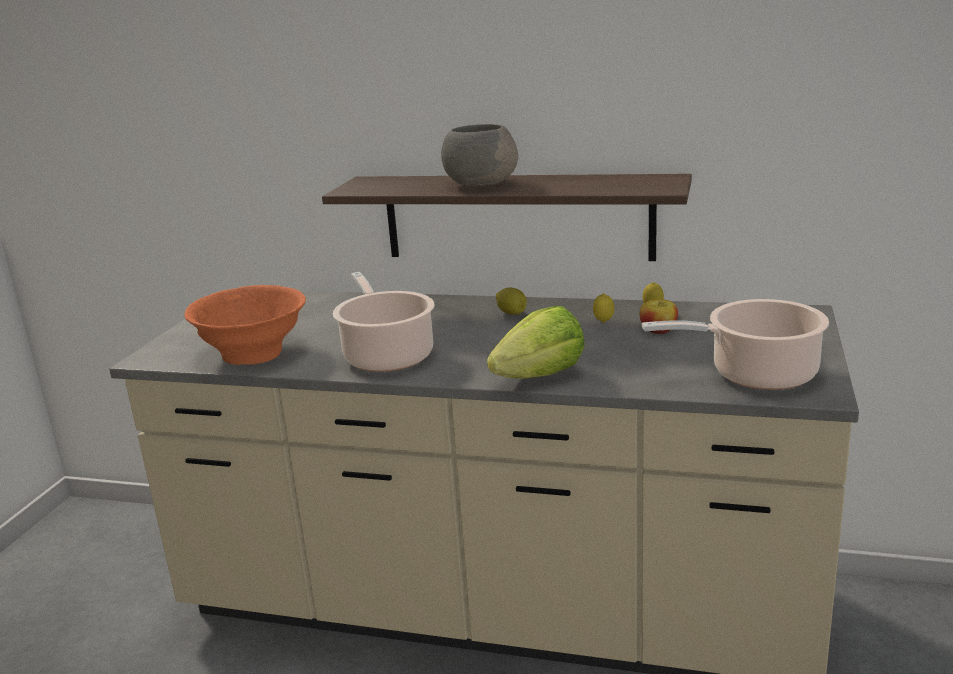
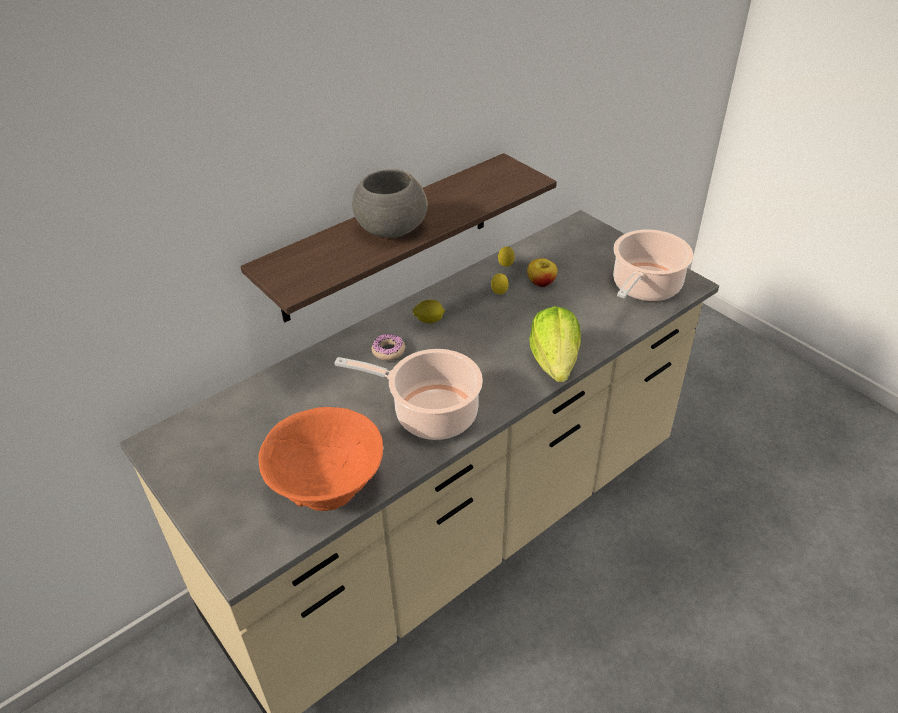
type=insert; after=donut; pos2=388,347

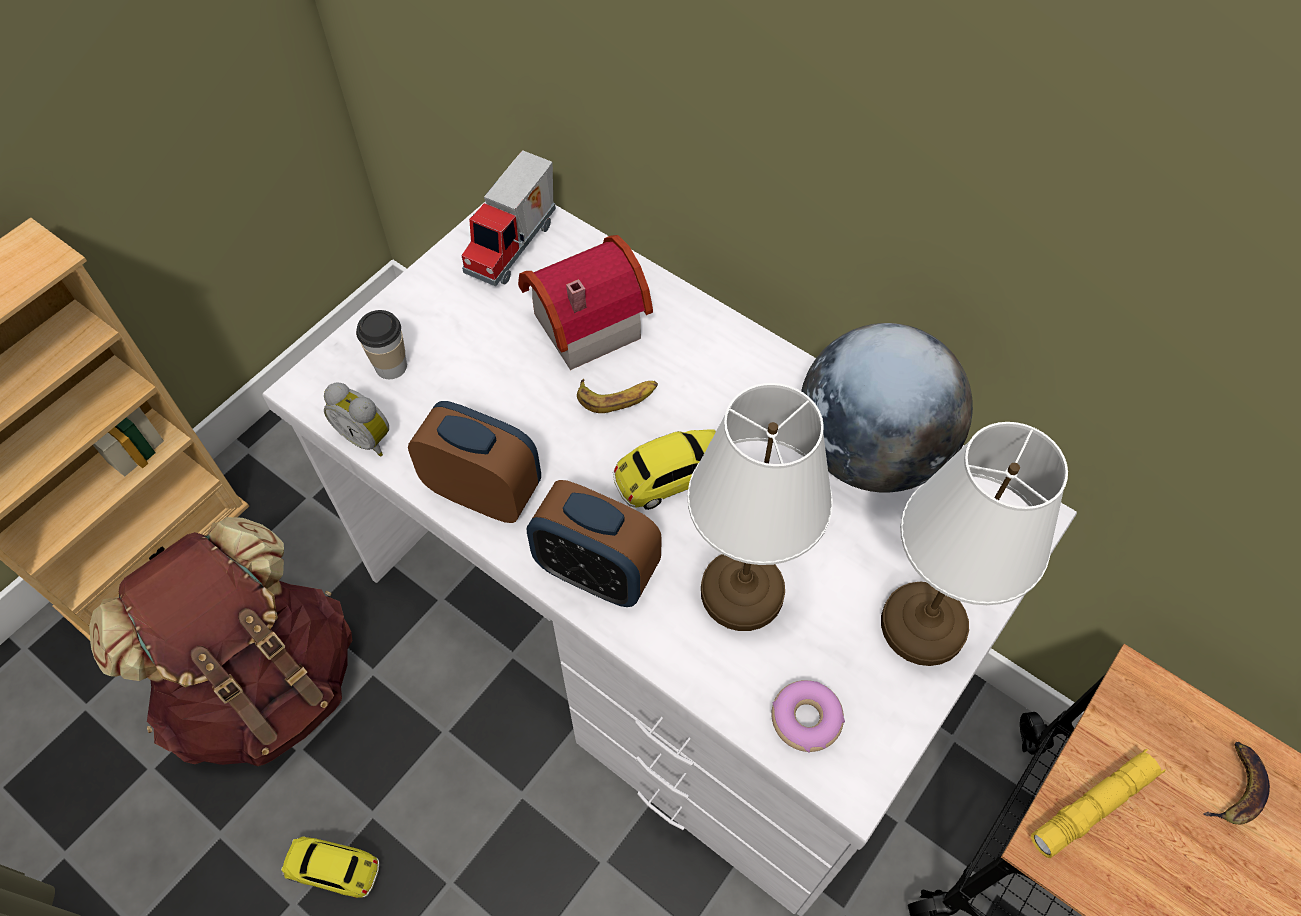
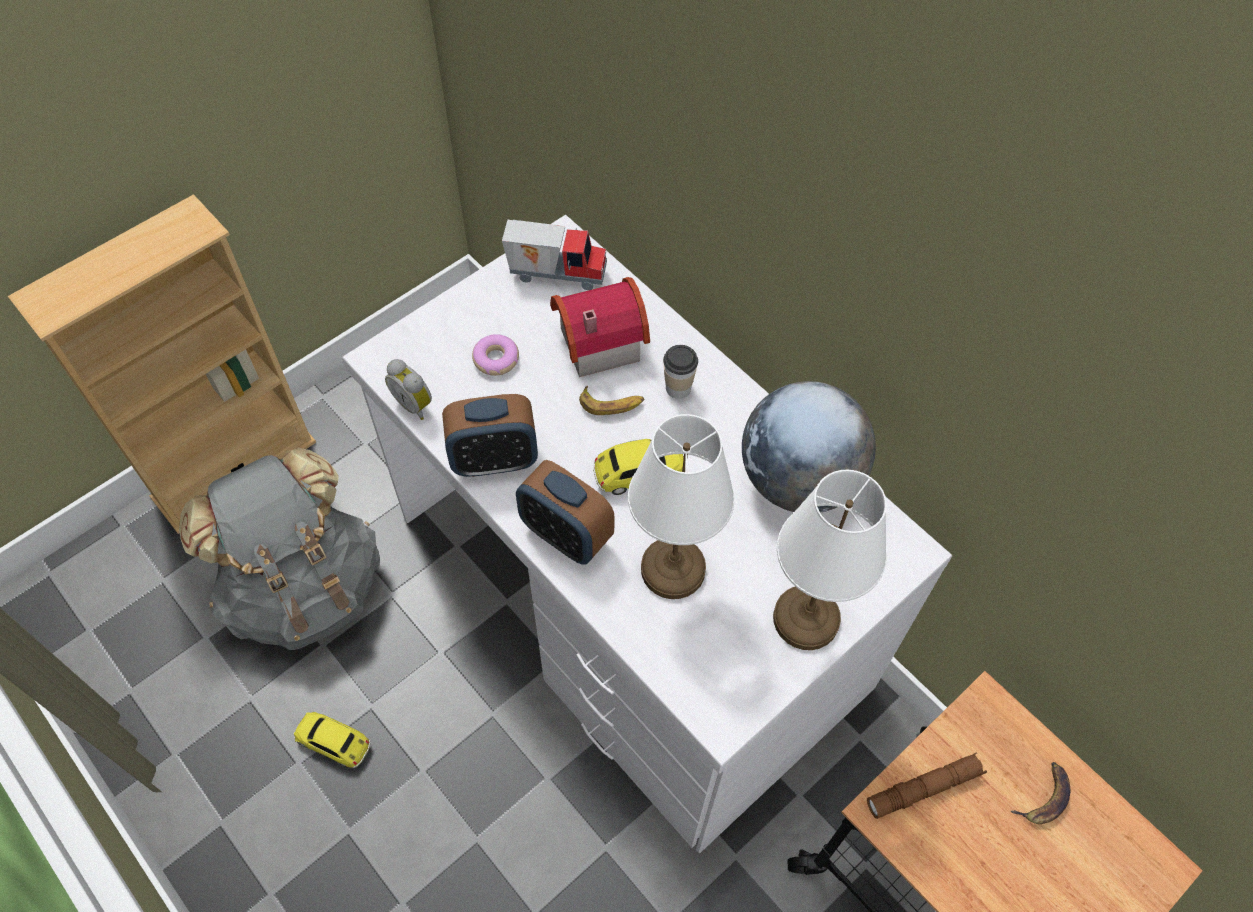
type=rotate; before=ciężarówka zabawkowa; pos1=508,218; pos2=554,255; turn=-120
type=move; before=filiżanka; pos1=381,344; pos2=680,372
type=rotate; before=budzik; pos1=474,462; pos2=490,435; turn=135
type=recolor; before=plecak (brązowy); after=plecak (szary); pos1=220,641; pos2=279,549
type=move; before=donut; pos1=808,716; pos2=495,355
type=recolor; before=latarka (żółty); after=latarka (brązowy); pos1=1098,803; pos2=927,786

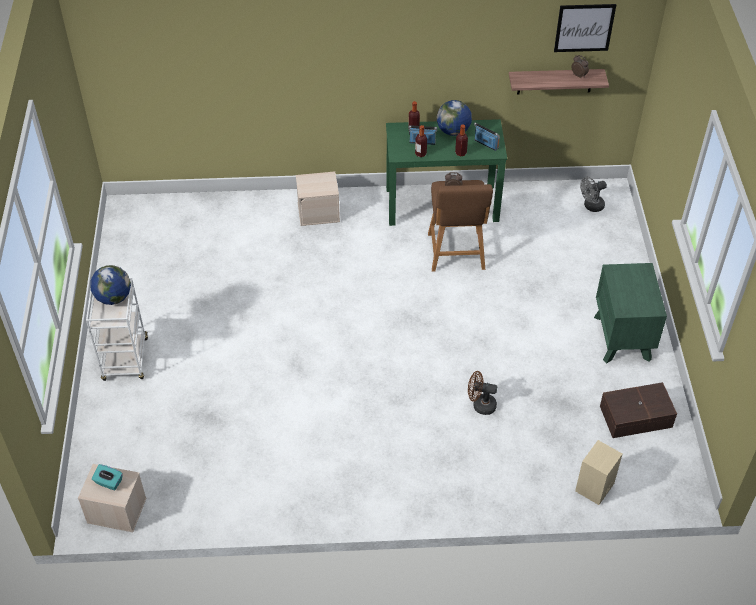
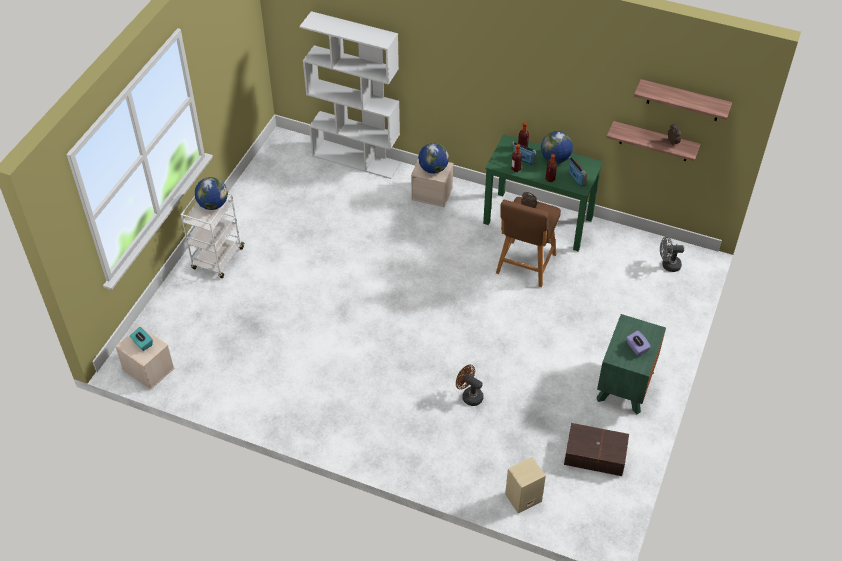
type=replace; before=obraz; after=półka; pos1=585,28; pos2=683,100
type=insert; after=regał (biały); pos2=350,95
type=insert; after=globus; pos2=433,158
type=insert; after=pudełko chusteczek (fioletowy); pos2=638,343

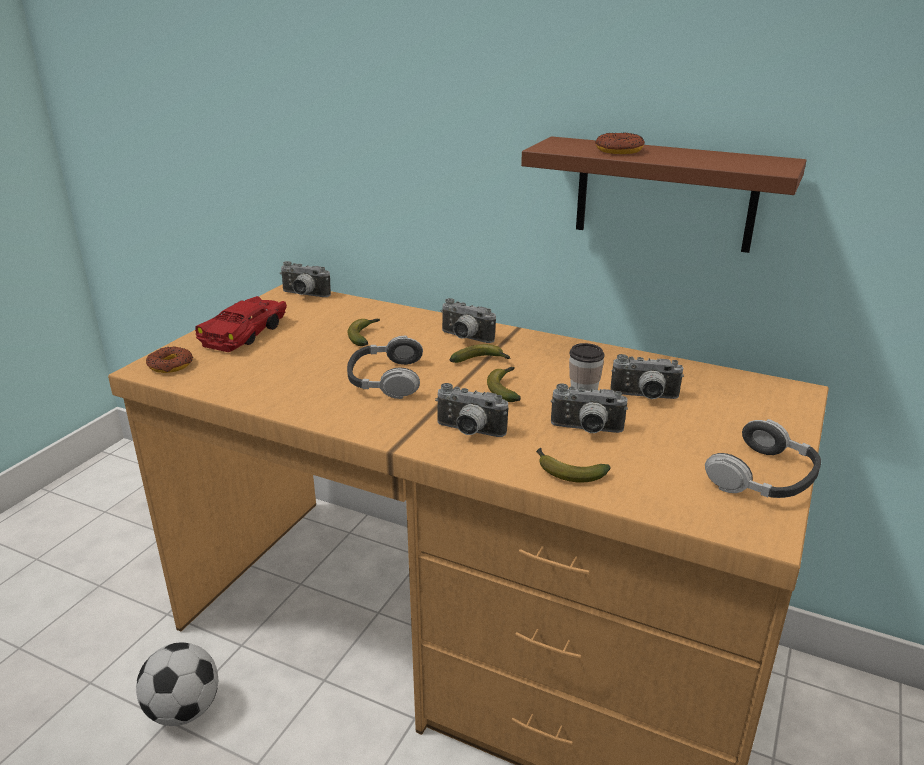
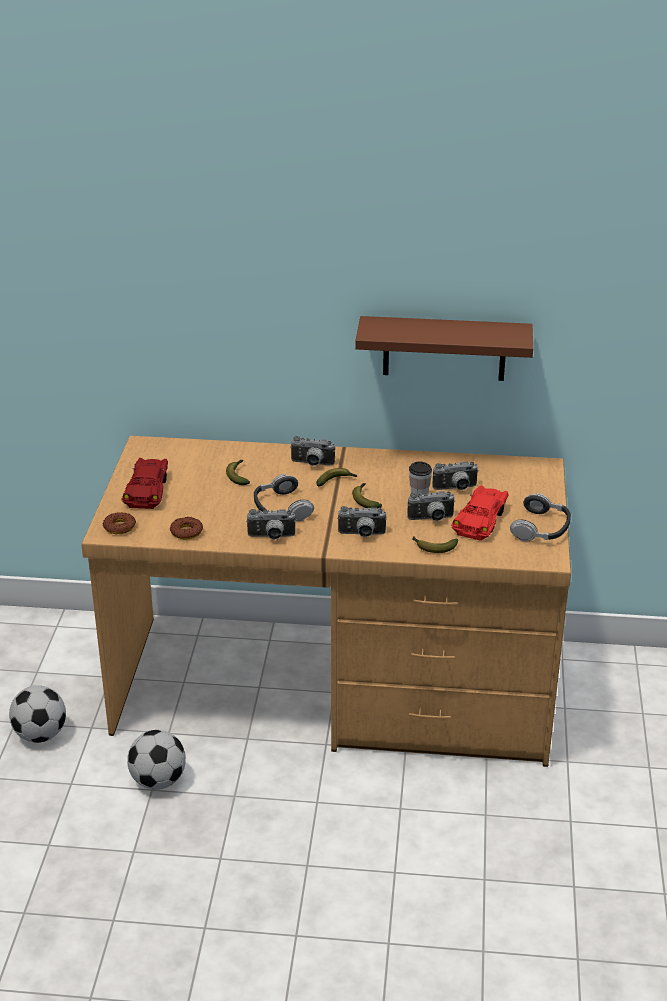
type=move; before=donut; pos1=620,143; pos2=186,528
type=move; before=aparat fotograficzny; pos1=305,279; pos2=271,524
type=insert; after=samochodzik (czerwony); pos2=480,513
type=insert; after=piłka futbolowa; pos2=37,714

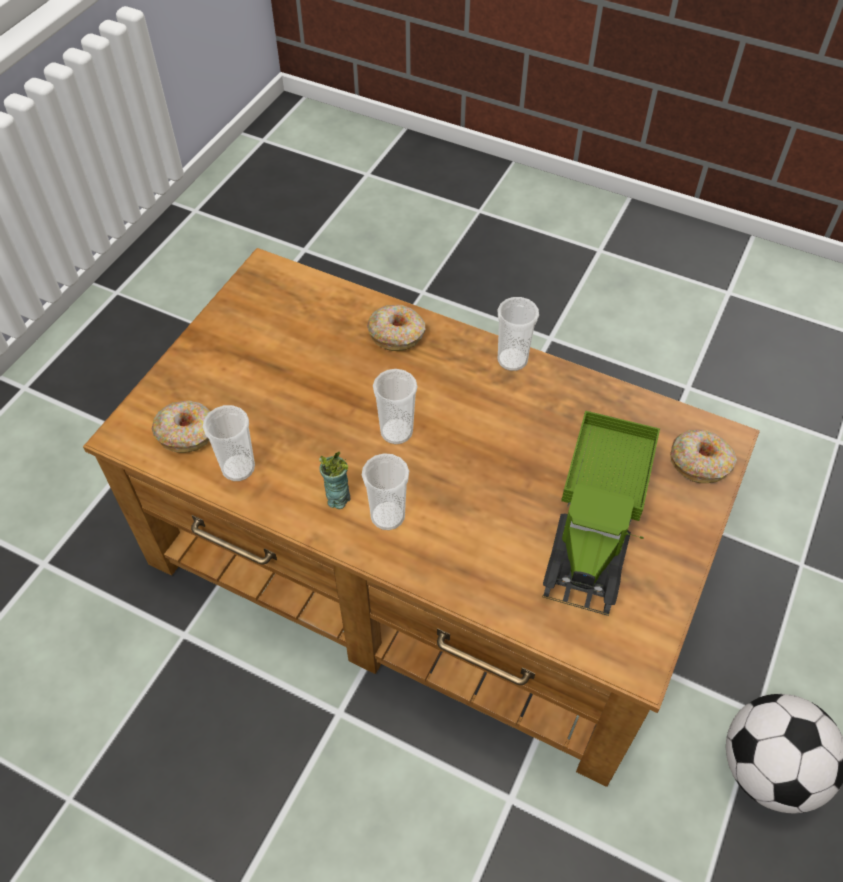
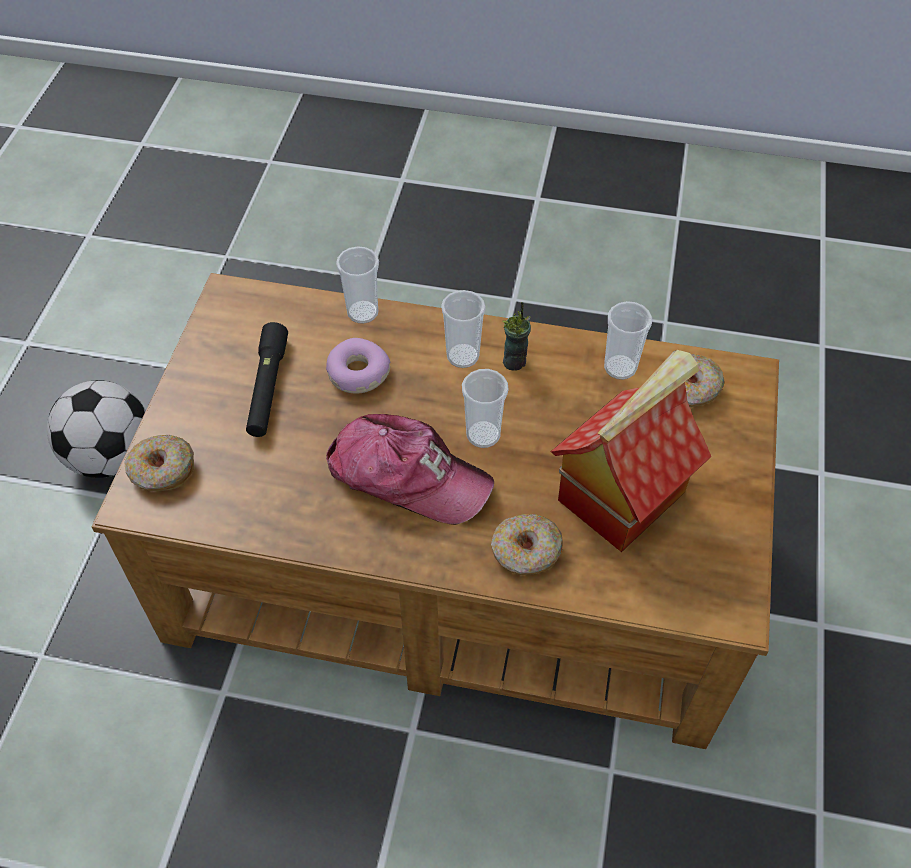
type=move; before=filiżanka; pos1=518,334; pos2=357,285
type=replace; before=ciężarówka zabawkowa; after=latarka (czarny); pos1=601,513; pos2=267,379
type=insert; after=donut; pos2=358,366
type=insert; after=domek; pos2=631,451
type=insert; after=czapka z daszkiem; pos2=410,469

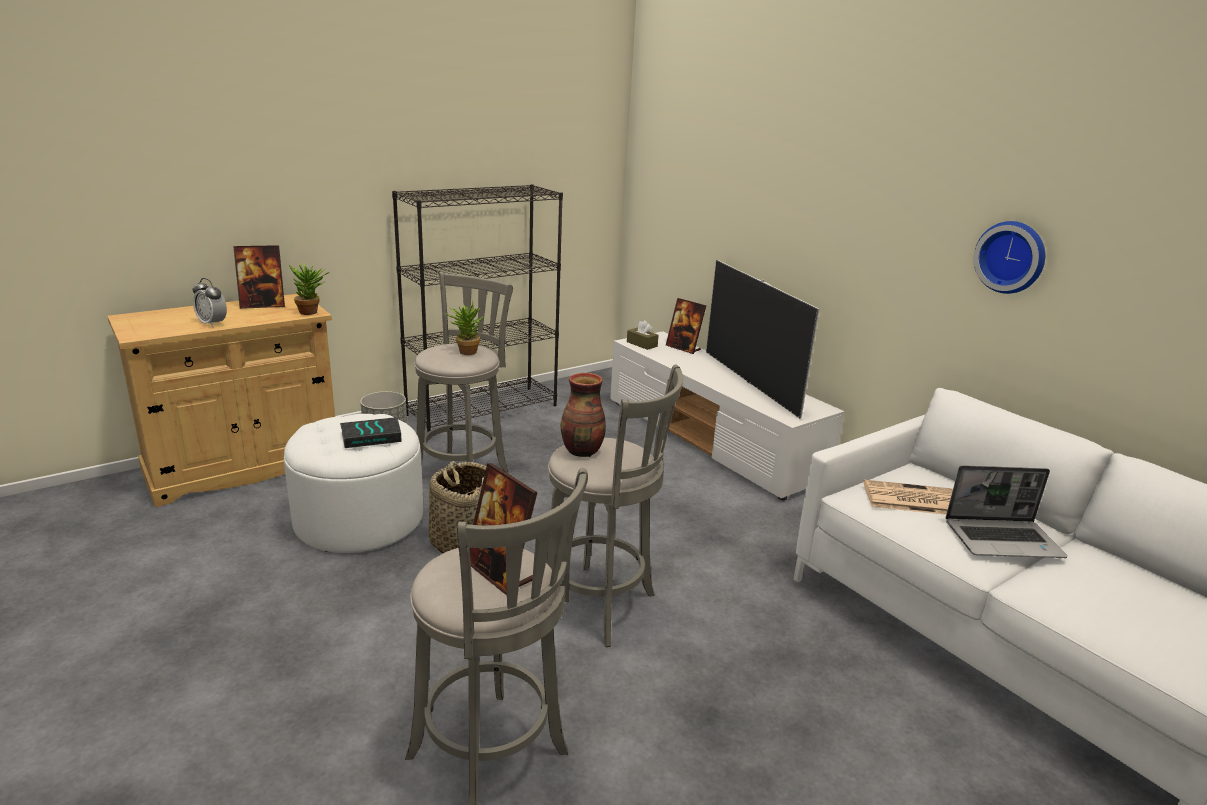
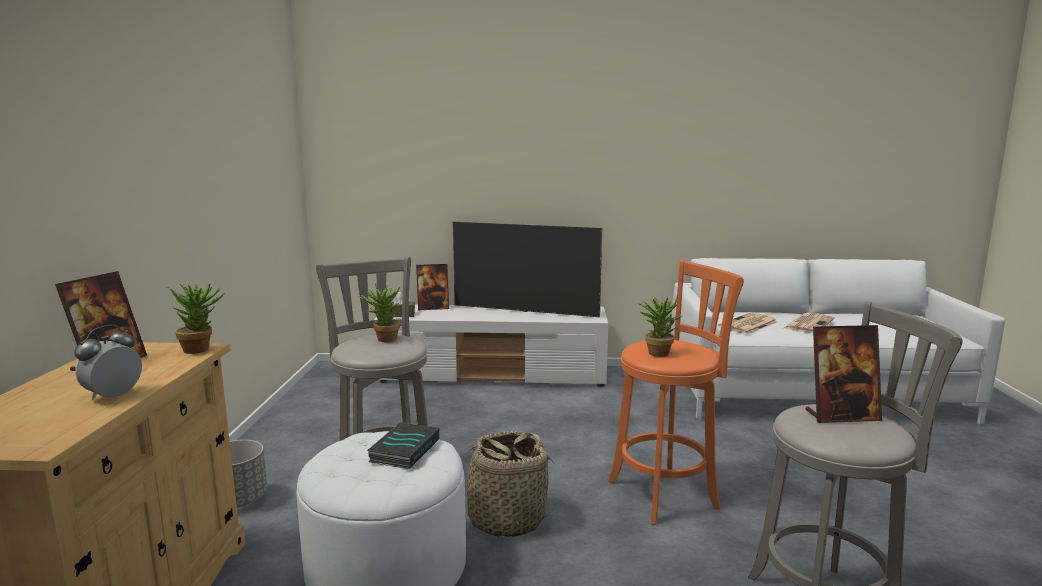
type=delete; before=regał (czarny); pos1=477,308
type=delete; before=zegar ścienny; pos1=1009,257
type=rotate; before=budzik; pos1=210,302; pos2=108,362; turn=135
type=recolor; before=stołek (szary); after=stołek (pomarańczowy); pos1=614,505; pos2=676,392
type=replace; before=wazon; after=roślina doniczkowa; pos1=583,415; pos2=660,325
type=replace; before=laptop; after=gazeta; pos1=1007,511; pos2=809,323

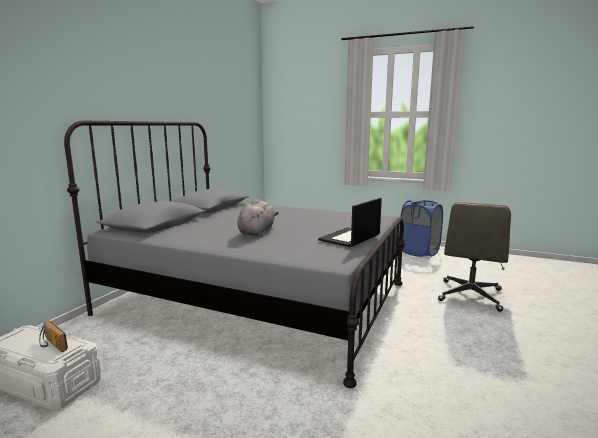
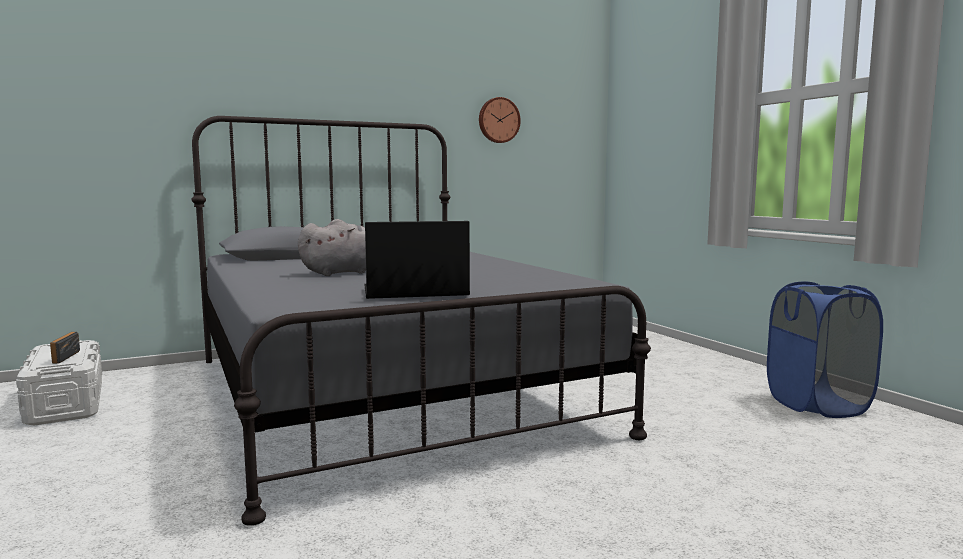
type=delete; before=krzesło biurowe (szary); pos1=474,257
type=insert; after=zegar ścienny; pos2=500,120

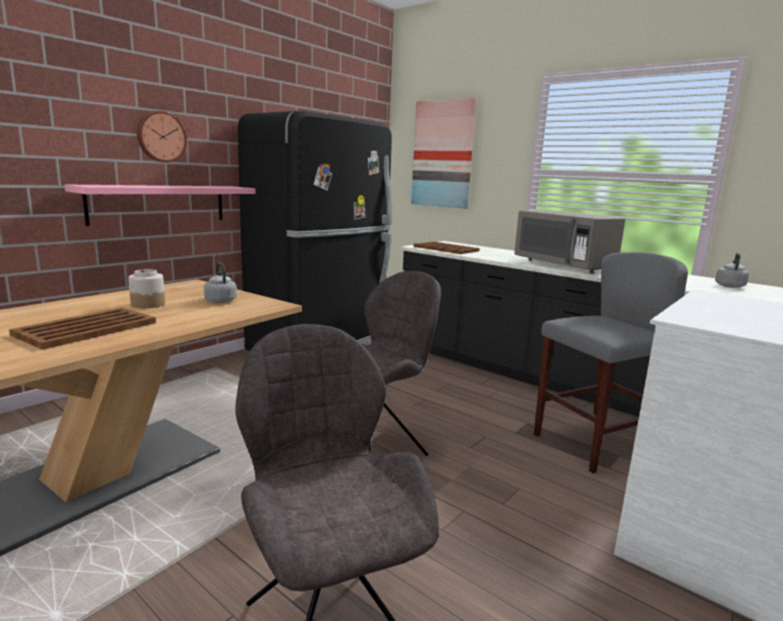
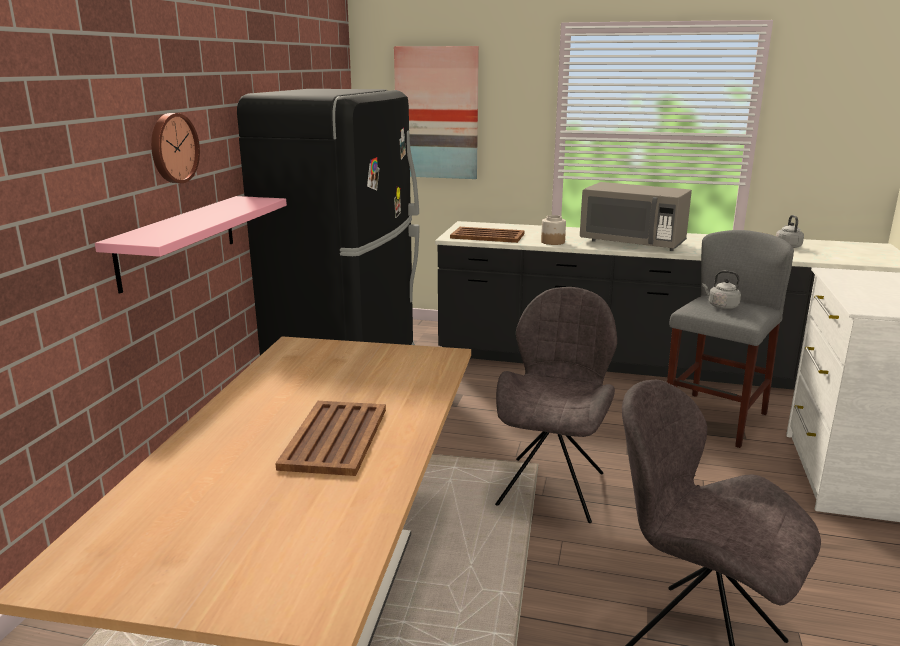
type=move; before=czajnik (szary); pos1=220,282; pos2=721,290
type=move; before=słoik; pos1=146,288; pos2=553,230

